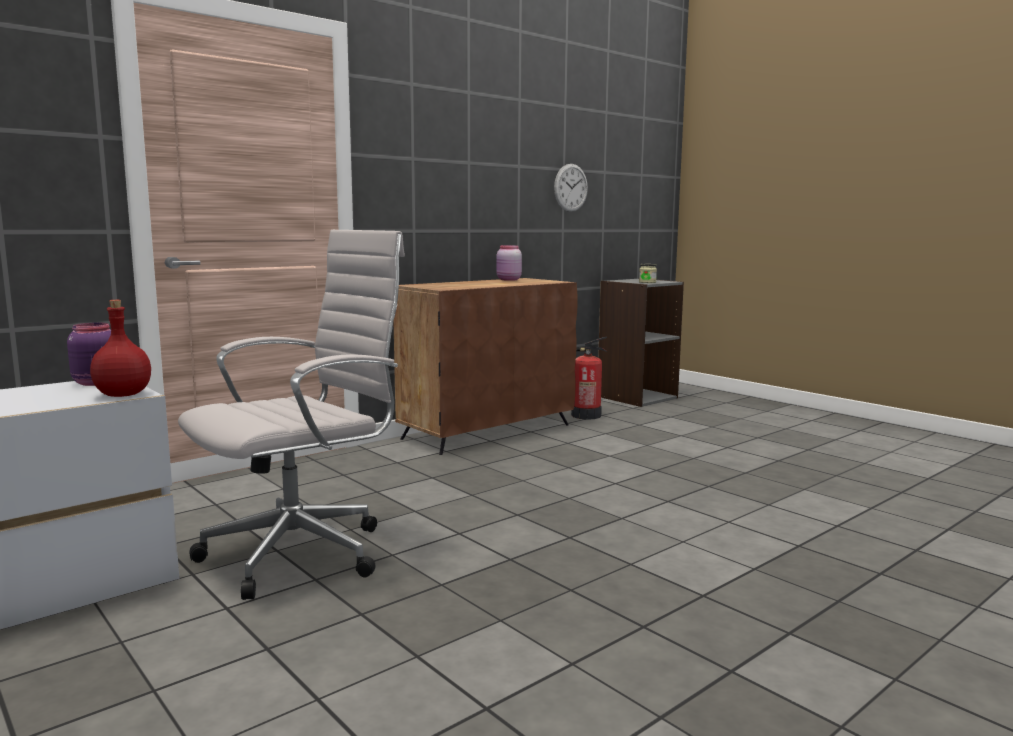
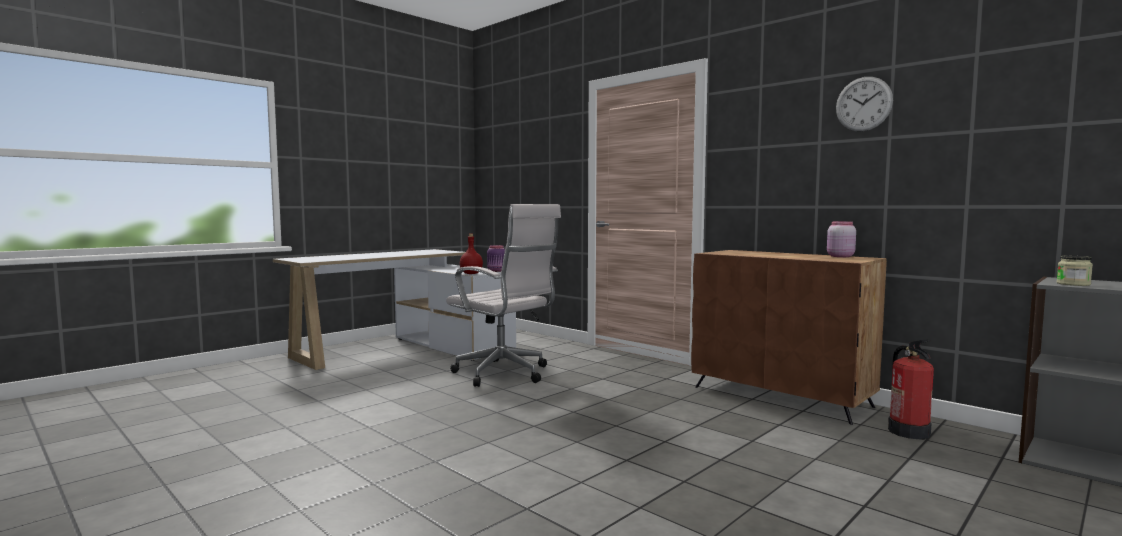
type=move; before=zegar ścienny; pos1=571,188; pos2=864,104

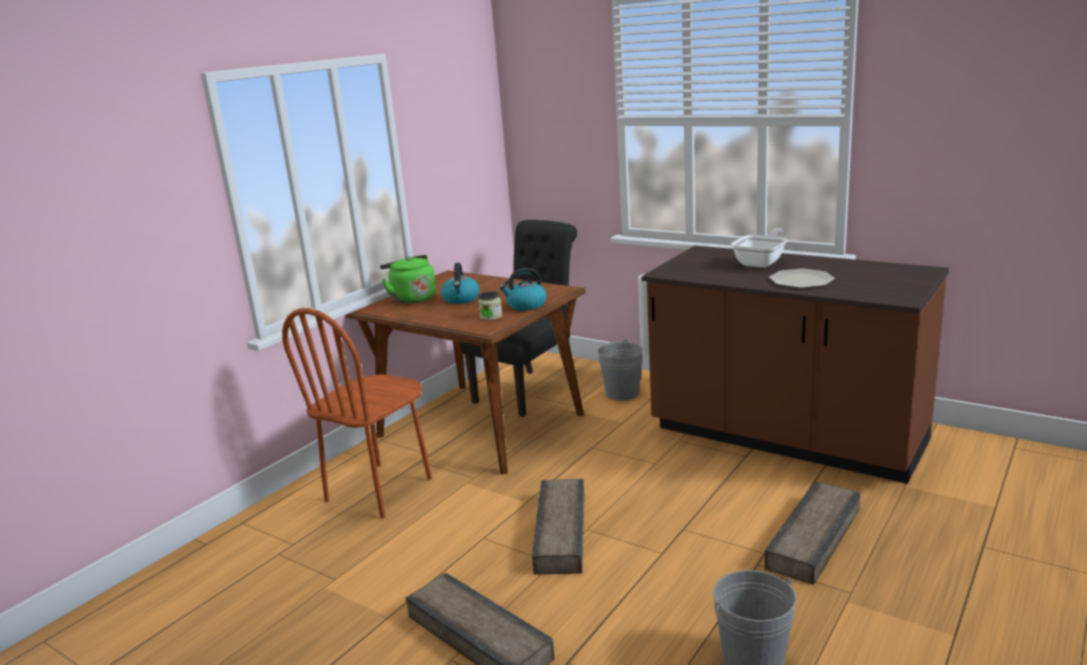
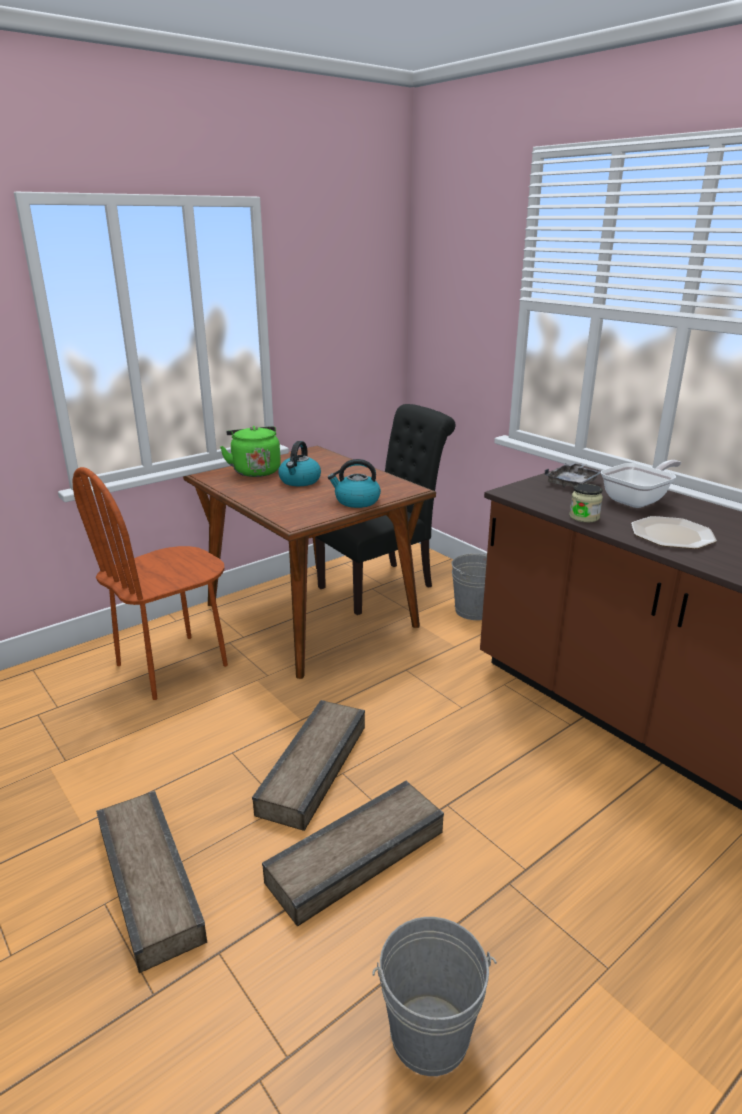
type=move; before=słoik; pos1=490,306; pos2=586,503
type=move; before=skrzynka; pos1=813,533; pos2=353,853
type=insert; after=taca (szary); pos2=572,474

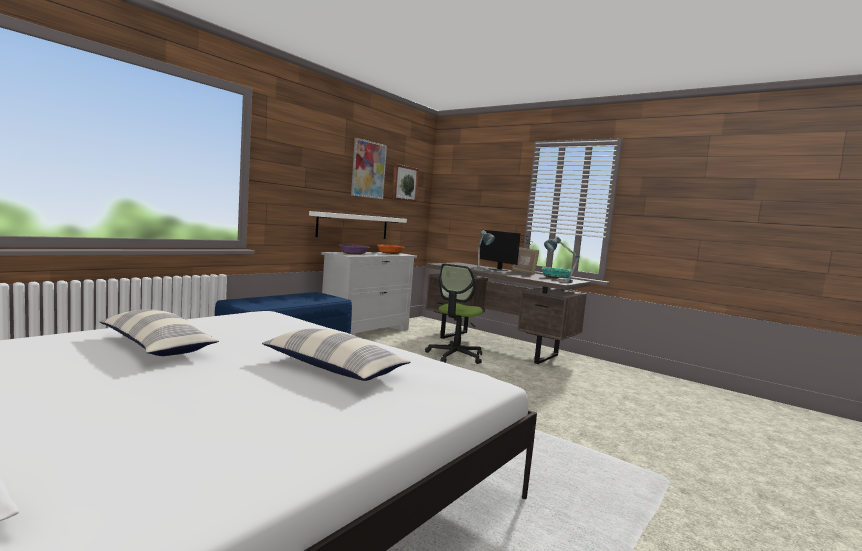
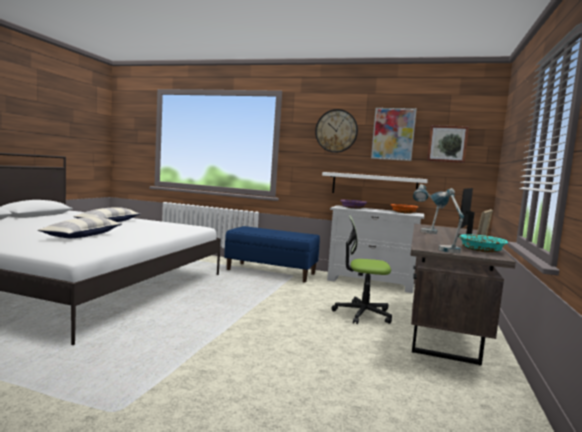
type=insert; after=zegar ścienny; pos2=336,131

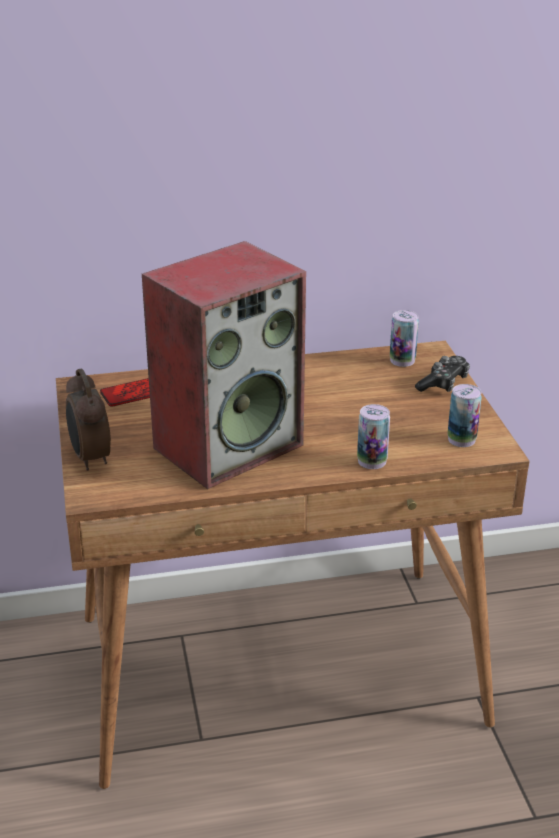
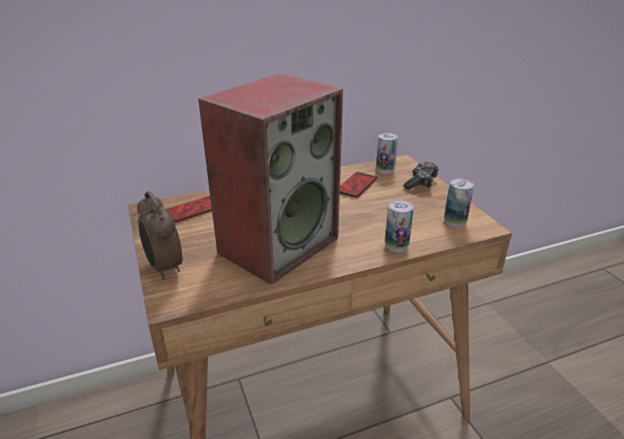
type=insert; after=telefon; pos2=358,185

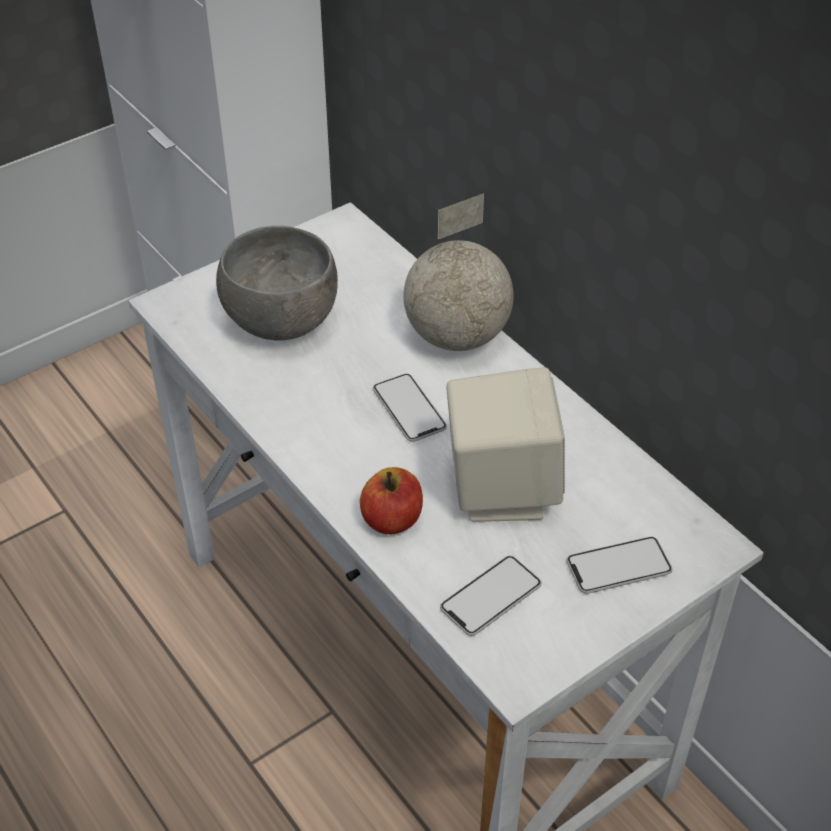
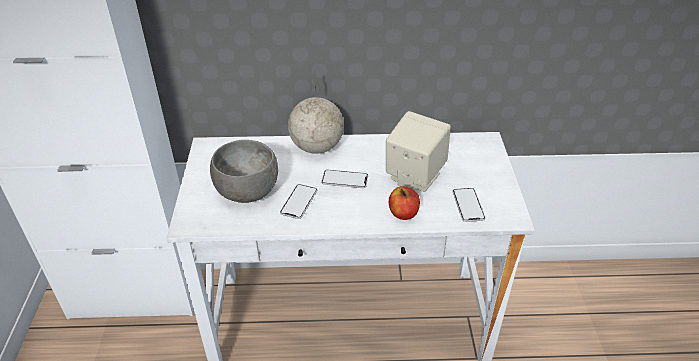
type=move; before=telefon; pos1=619,565; pos2=298,201

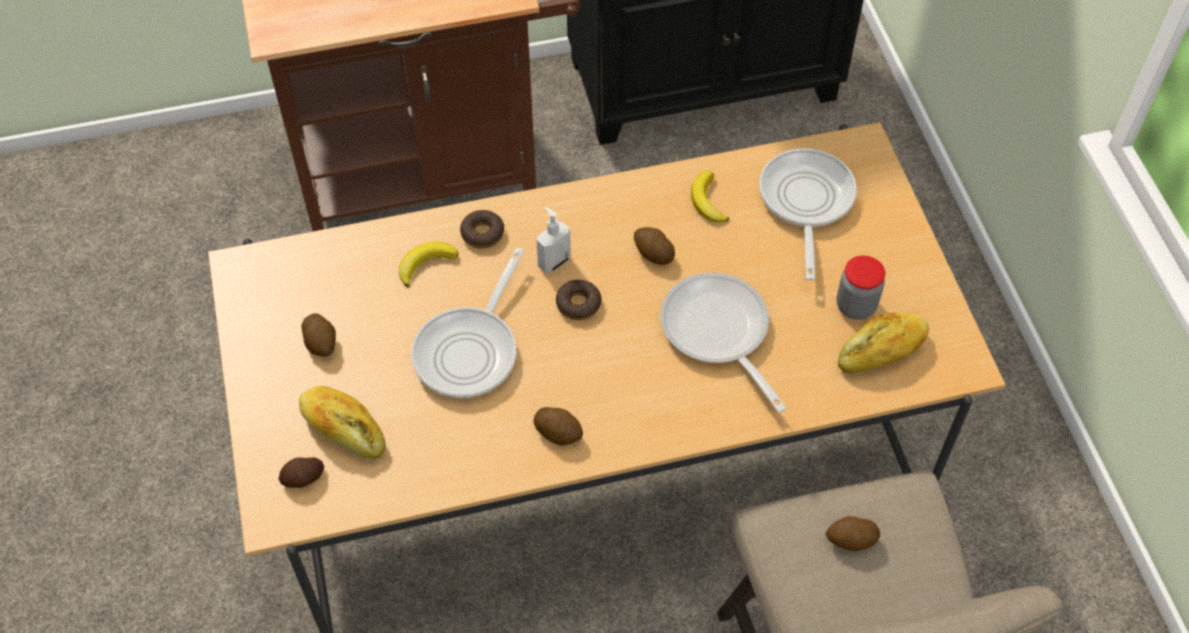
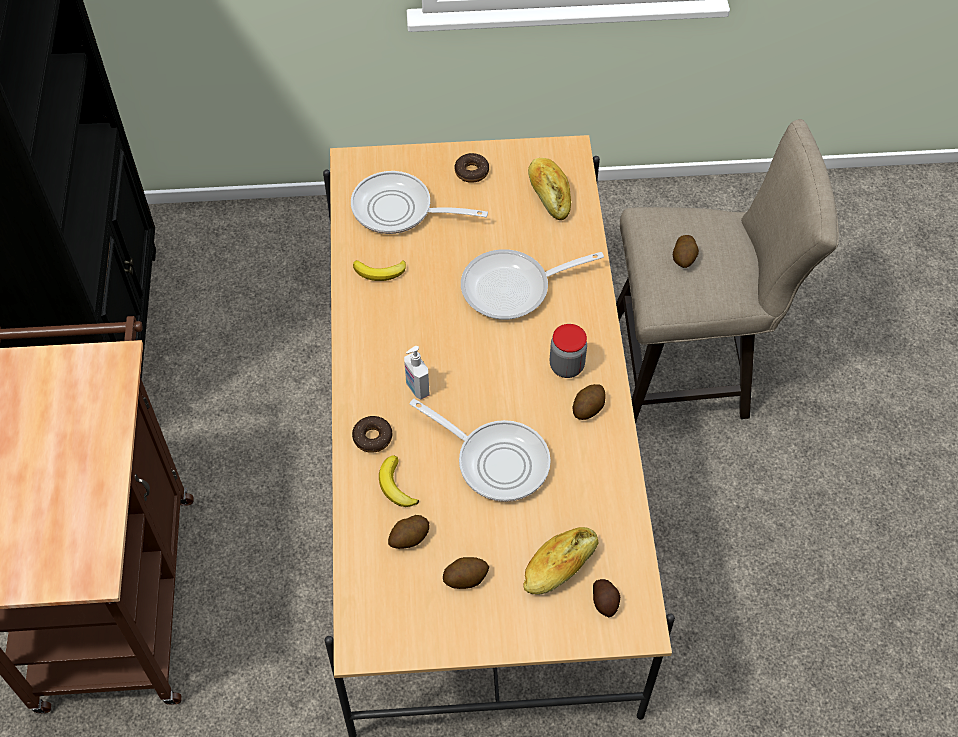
type=move; before=ziemniak; pos1=654,246; pos2=409,532
type=move; before=słoik; pos1=860,288; pos2=568,351
type=move; before=donut; pos1=579,300; pos2=472,168

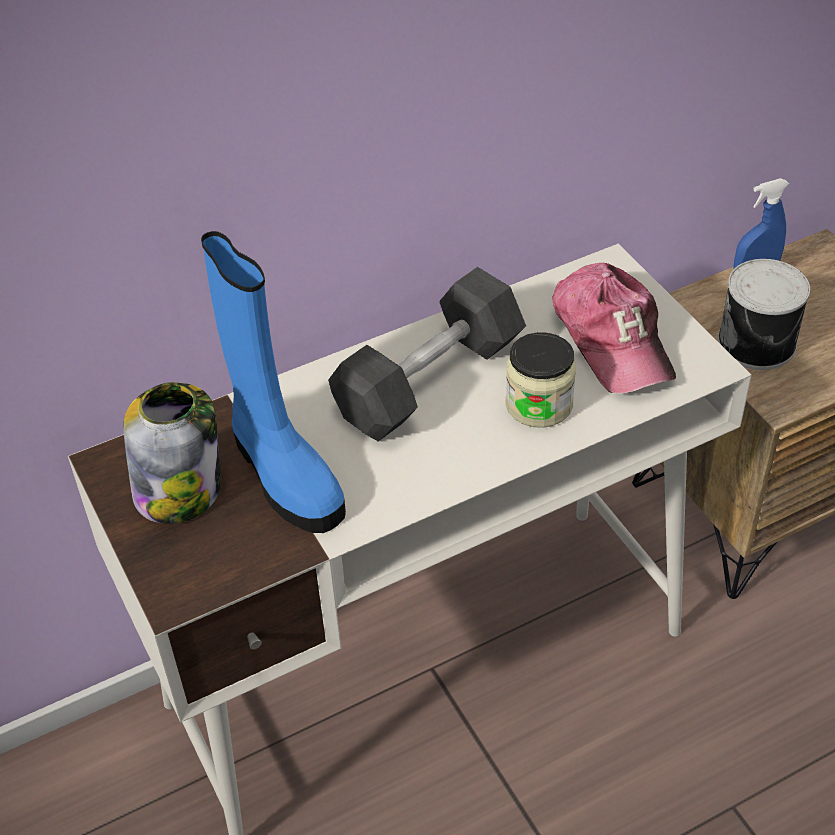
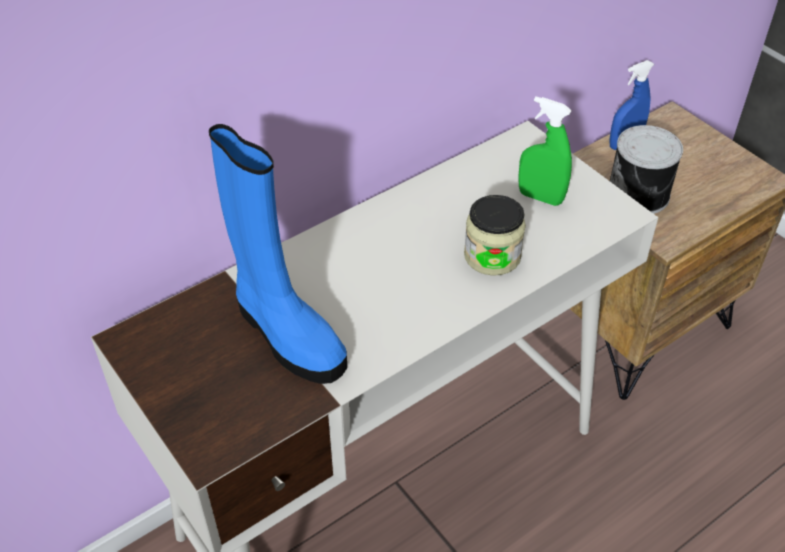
type=replace; before=czapka z daszkiem; after=spryskiwacz (zielony); pos1=614,328; pos2=545,151
type=delete; before=hantel (czarny); pos1=427,354
type=delete; before=słoik; pos1=172,453

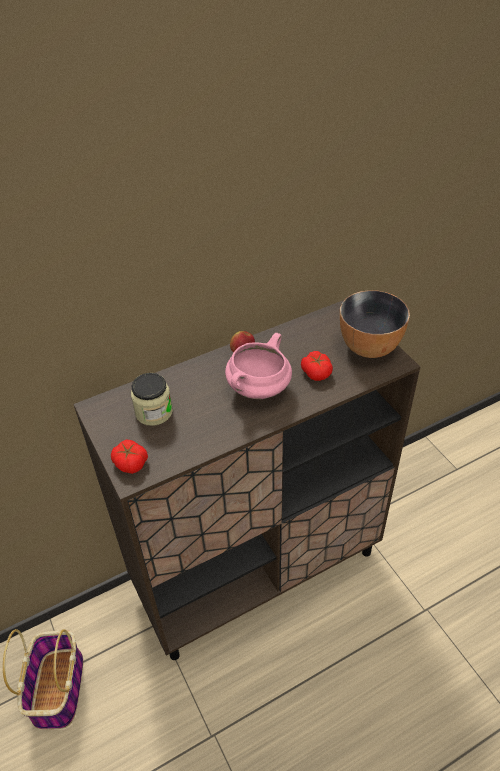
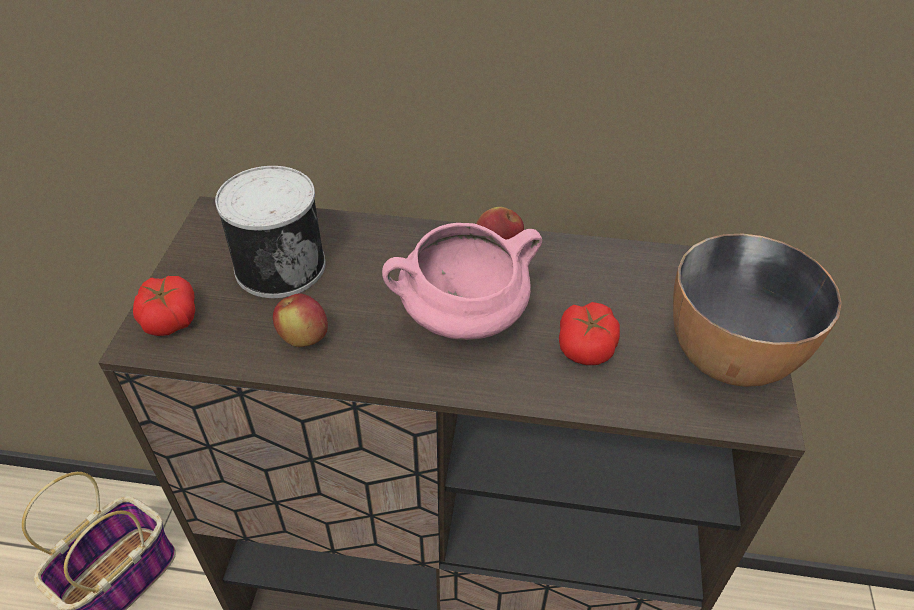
type=replace; before=słoik; after=puszka; pos1=152,399; pos2=270,232
type=insert; after=jabłko; pos2=300,320

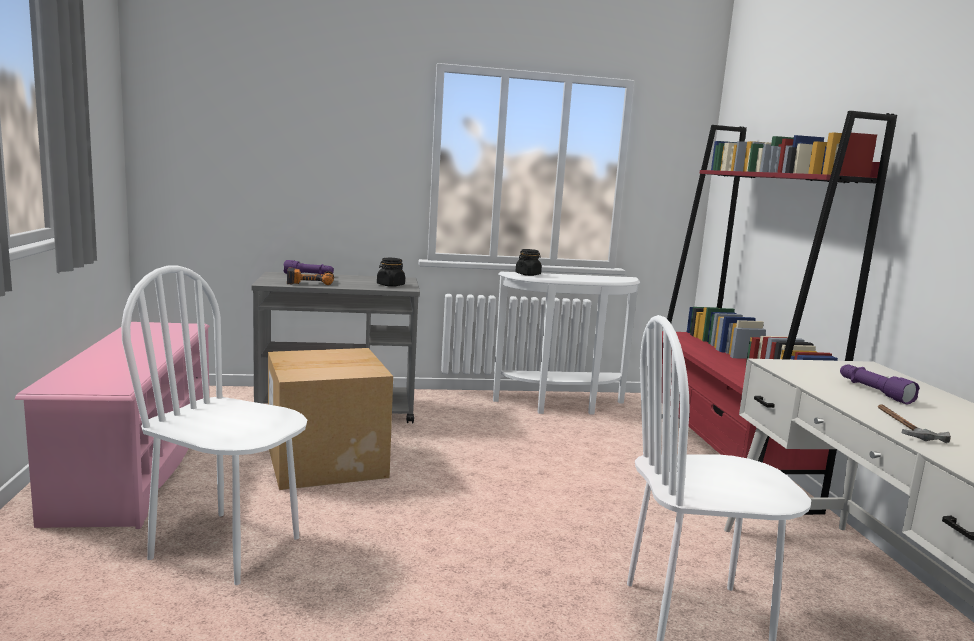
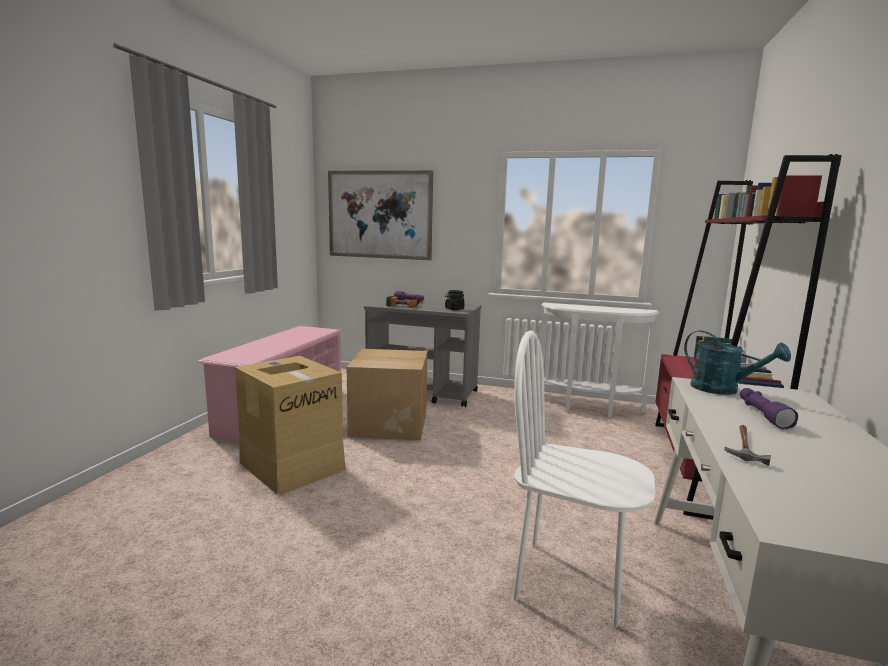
type=delete; before=słoik (czarny); pos1=528,262
type=replace; before=krzesło (biały); after=karton; pos1=214,425; pos2=290,425
type=insert; after=obraz; pos2=380,215
type=insert; after=konewka (turkusowy); pos2=737,363

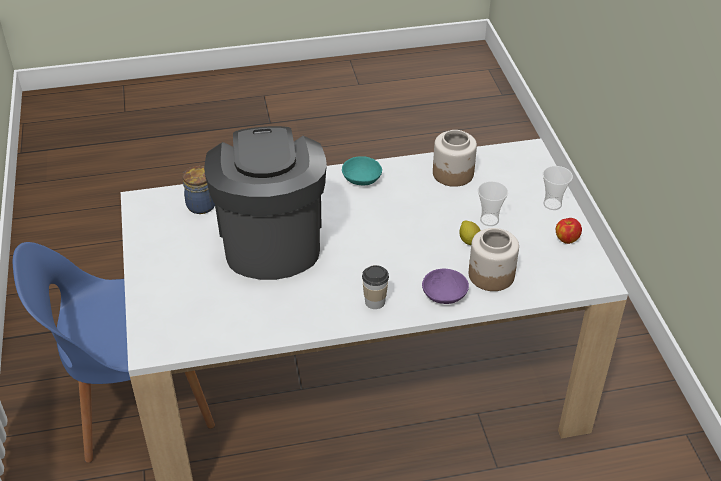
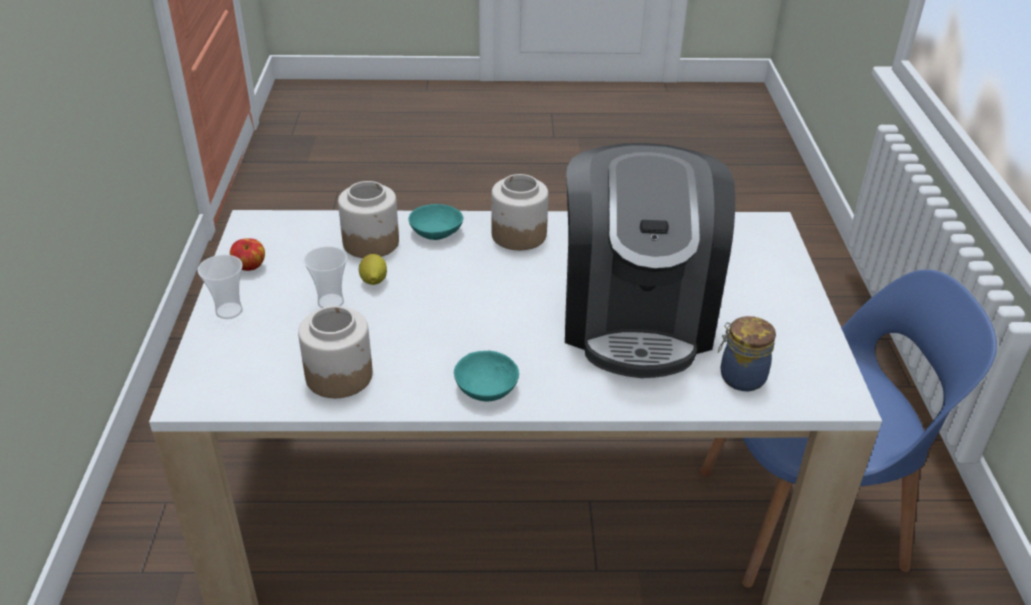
type=replace; before=filiżanka; after=słoik; pos1=375,287; pos2=519,212
type=recolor; before=miska (fioletowy); after=miska (turkusowy); pos1=445,286; pos2=436,222

